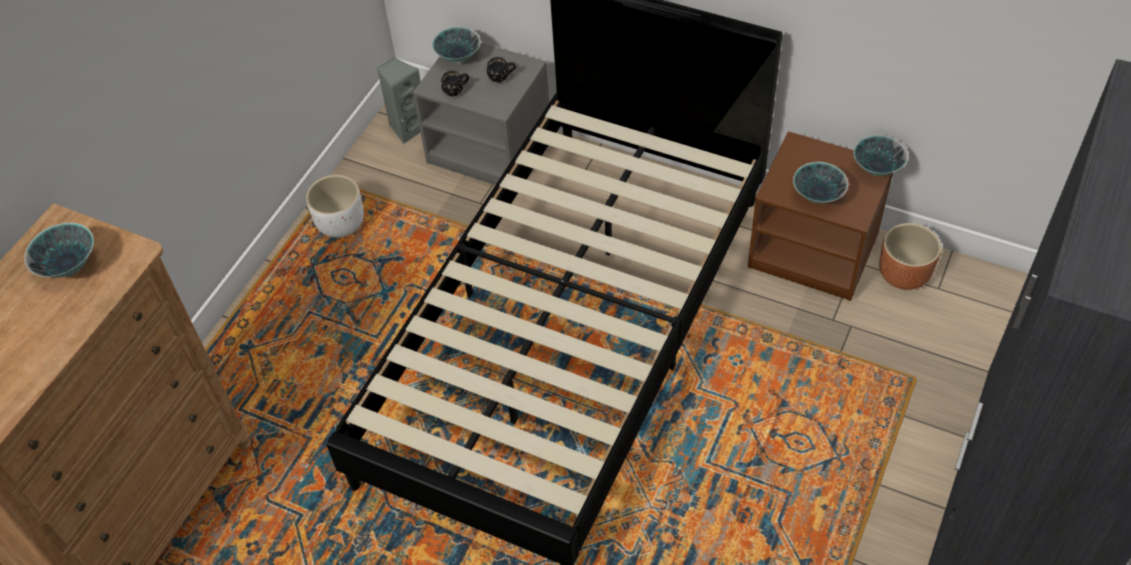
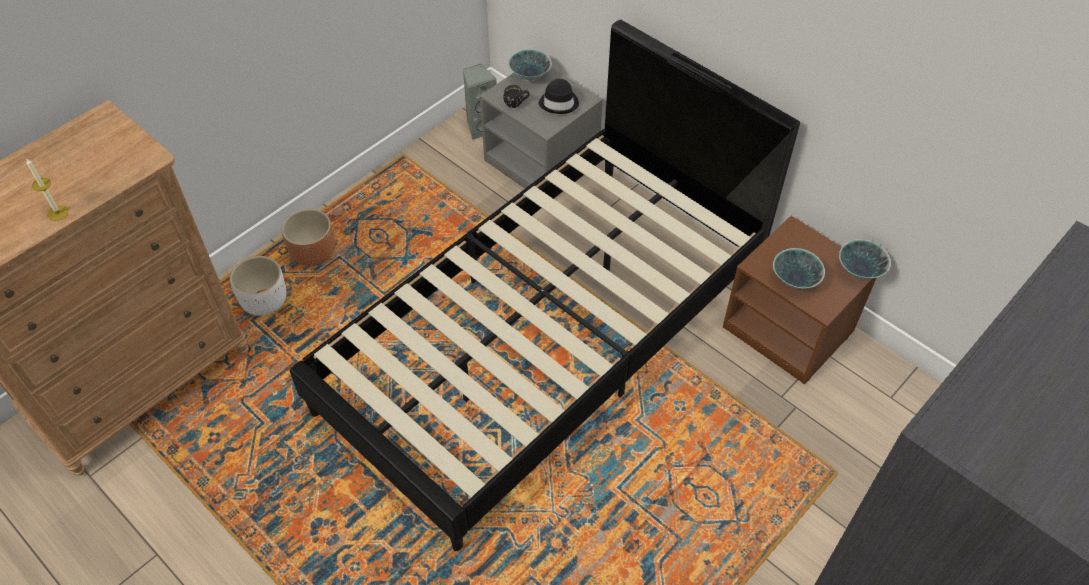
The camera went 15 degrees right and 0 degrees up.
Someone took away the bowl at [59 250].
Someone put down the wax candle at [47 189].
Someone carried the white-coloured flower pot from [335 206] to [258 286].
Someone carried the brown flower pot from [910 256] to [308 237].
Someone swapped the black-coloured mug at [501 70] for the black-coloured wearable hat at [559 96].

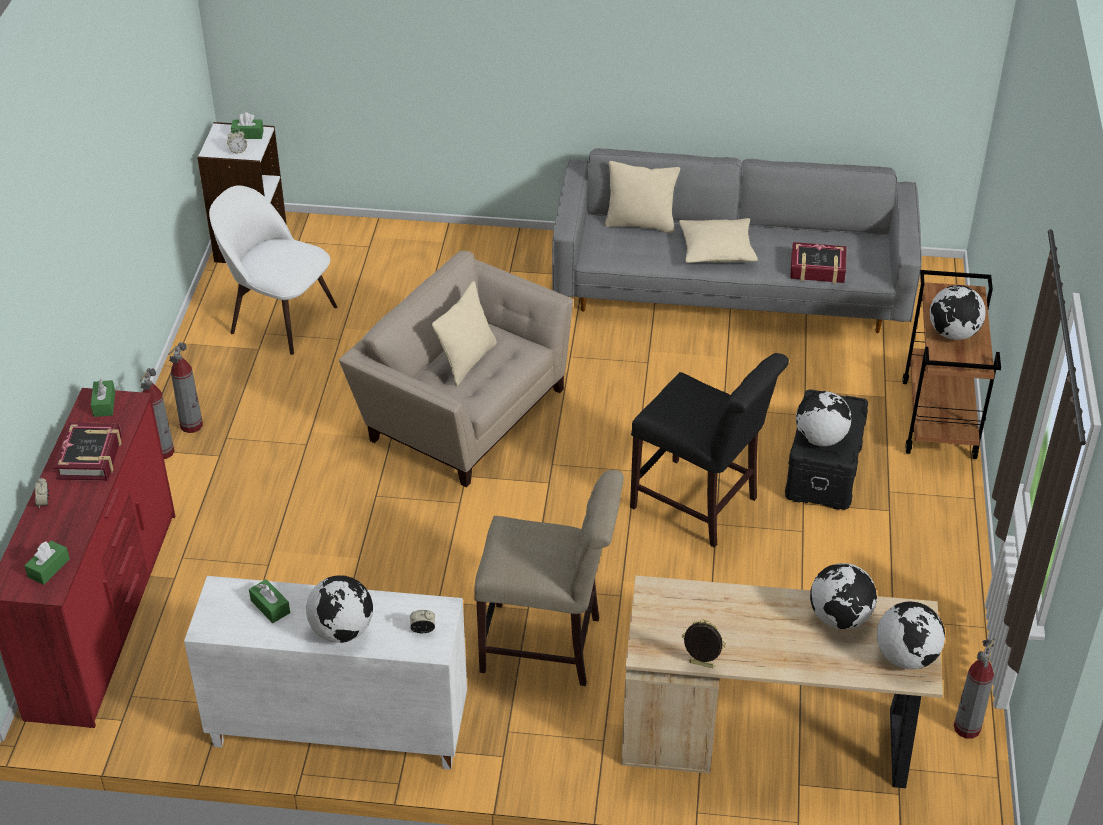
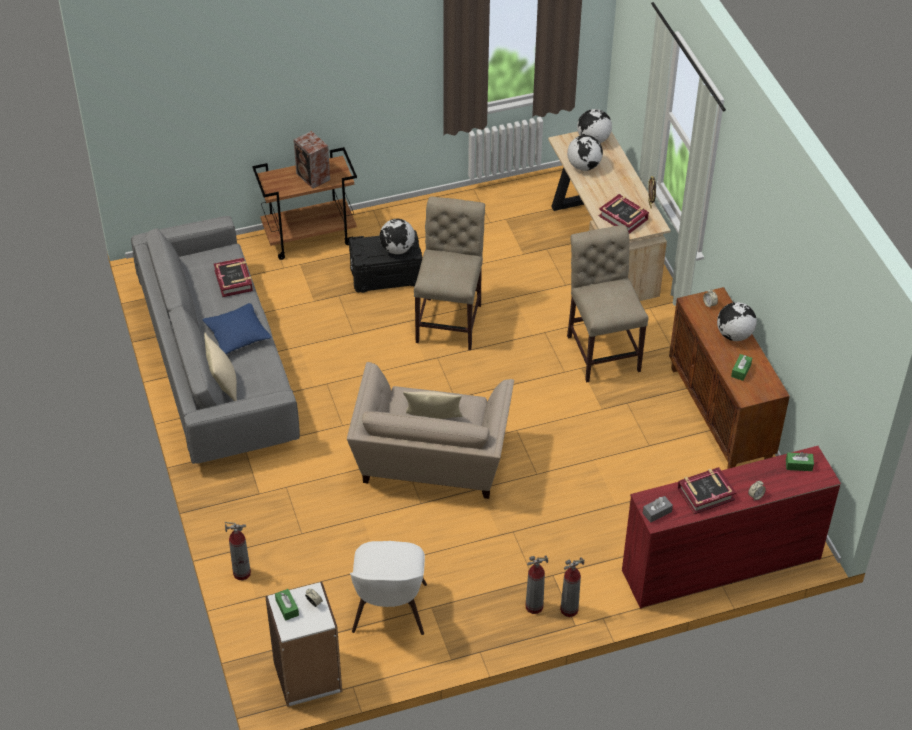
The camera went 115 degrees left and 5 degrees up.
Someone put down the volume at [624 214].
Someone carried the extinguisher from [975 688] to [238 551].
Someone swapped the desk globe at [958 312] for the audio speaker at [312 160].
Someone repainted the green-coloured tissue holder at [103 398], which became the grey tissue holder at [658 509].
Someone repainted the white-coloured cabinet at [325 673], which became the brown cabinet at [729 378].
Someone repainted the black-coloured upright chair at [709 450], which became the beige upright chair at [449 273].
Someone repainted the beige pillow at [718 240], which became the bluish pillow at [236 328].

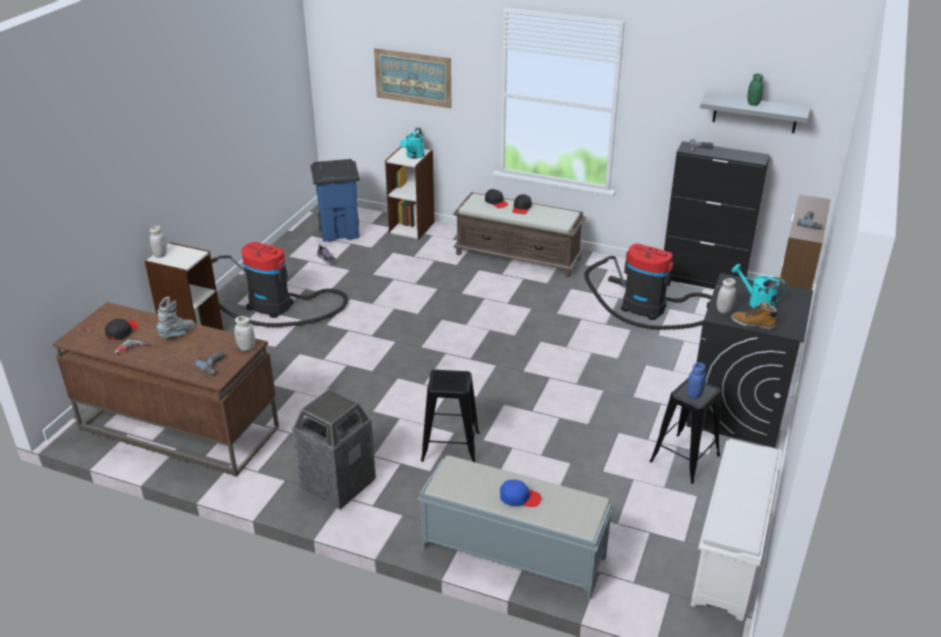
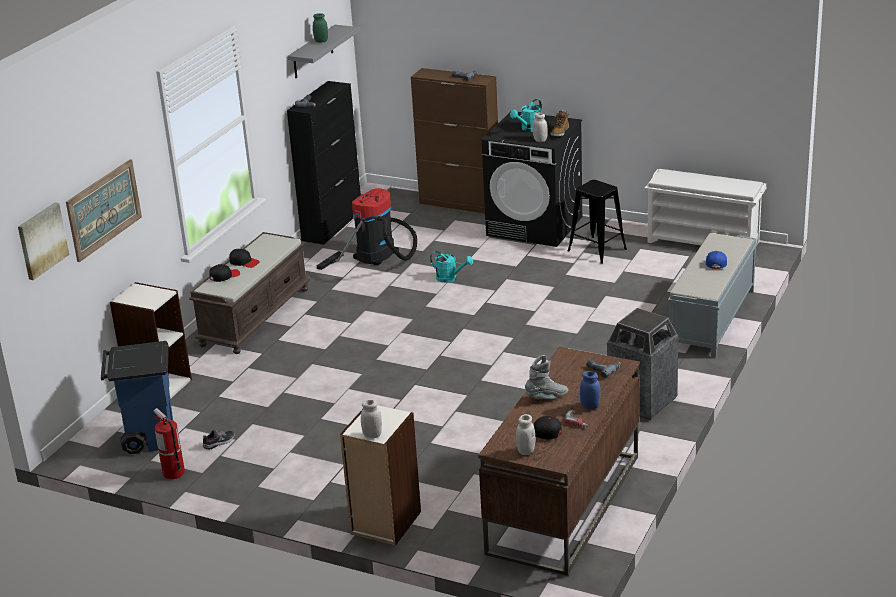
The camera went 85 degrees left and 5 degrees down.
Someone took away the vacuum at [279 284].
Someone took away the black-coloured stool seat at [450 416].
Someone put up the picture at [43 241].
Someone put down the extinguisher at [169 443].
Someone carried the white-coloured jar from [244 333] to [525 434].
Someone carried the blue-green watering pot from [412 143] to [451 267].
Someone carried the bluish jar from [696 380] to [590 390].
Someone rotated the grey boot at [176 317] by 120 degrees clockwise.

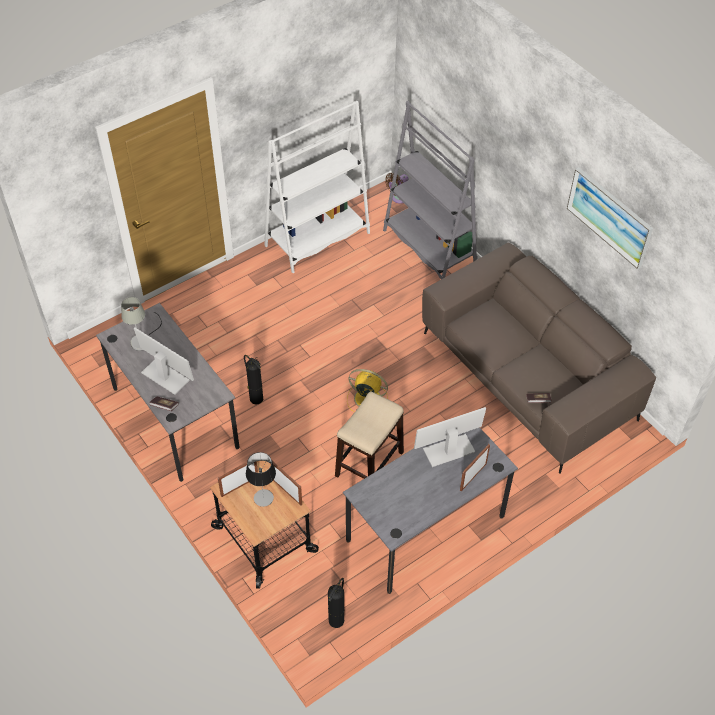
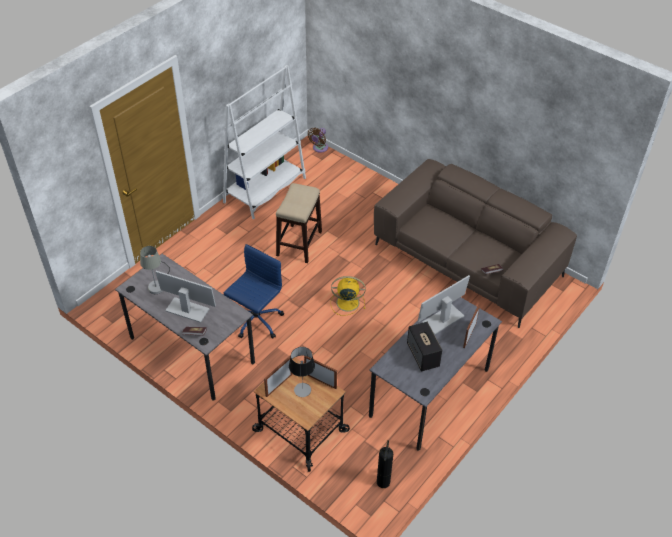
The camera went 15 degrees left and 5 degrees down.
Someone took away the grey bookcase at [430 190].
Someone took away the picture at [610 218].
Someone put down the audio speaker at [424 347].
Someone carried the stool seat from [369 435] to [299 223].
Someone swapped the extinguisher at [253 379] for the bluish computer chair at [254 291].

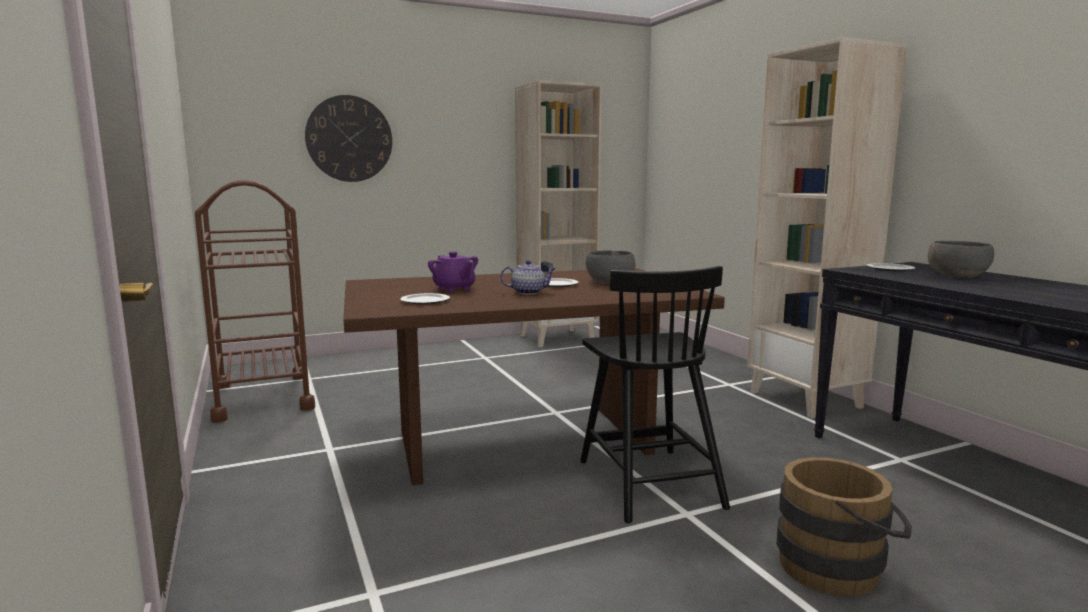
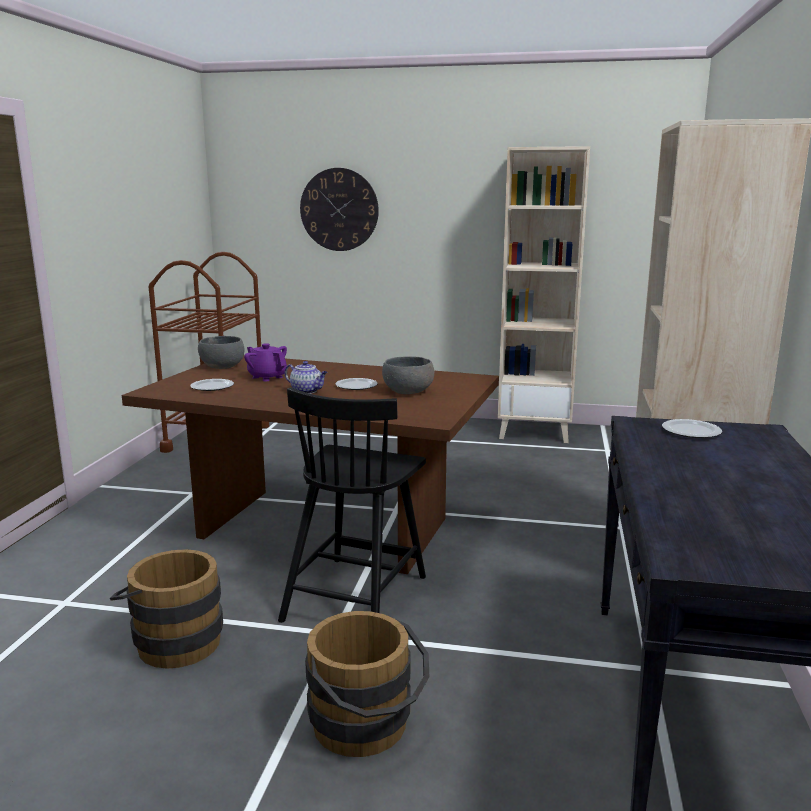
The camera went 35 degrees right and 5 degrees up.
Someone put down the brown bucket at [166 609].
Someone carried the grey bowl from [961 259] to [221 352].
Someone rotated the purple-coloured teapot at [453 272] by 135 degrees clockwise.

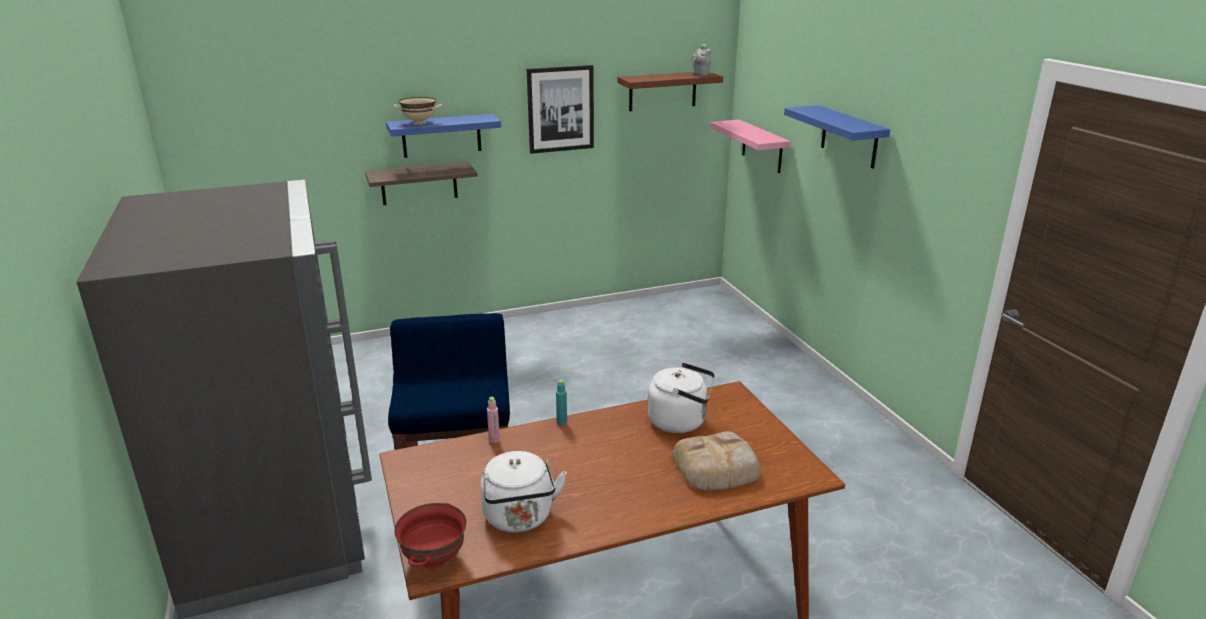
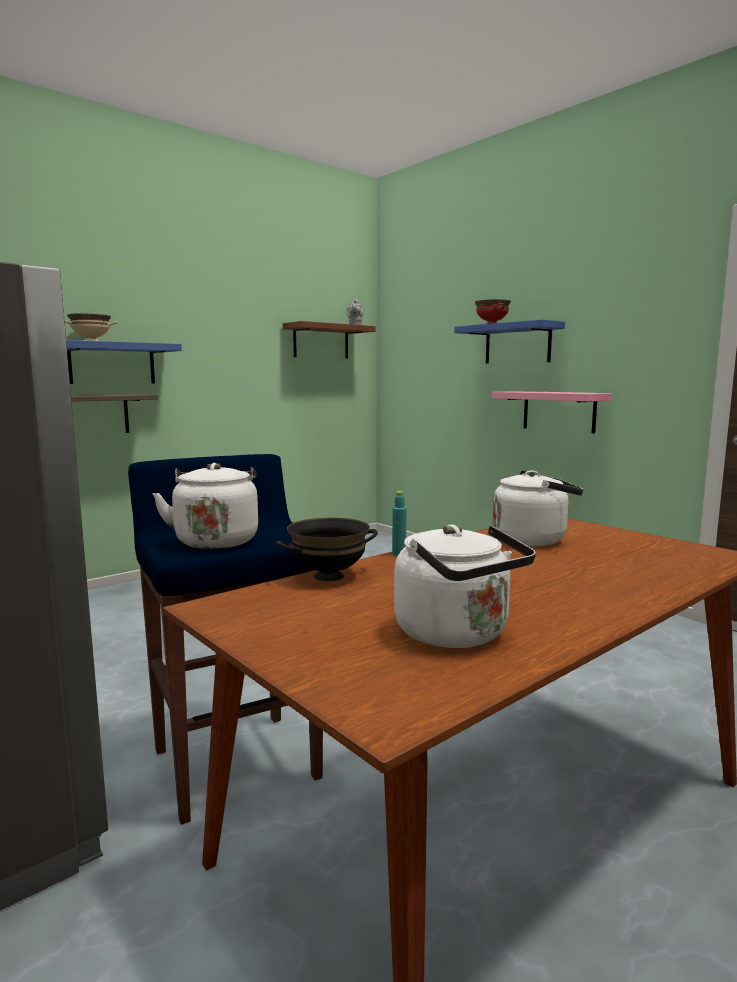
The camera went 20 degrees left and 15 degrees down.
Someone took away the picture at [560 109].
Someone took away the bread at [716 460].
Someone put down the white-coloured tea kettle at [205 506].
Someone carried the red bowl from [430 536] to [493 311].
Someone carried the pinkish bracket shelf from [750 146] to [552 412].
Someone swapped the pinkish beverage bottle at [493 420] for the black-coloured bowl at [327 549].

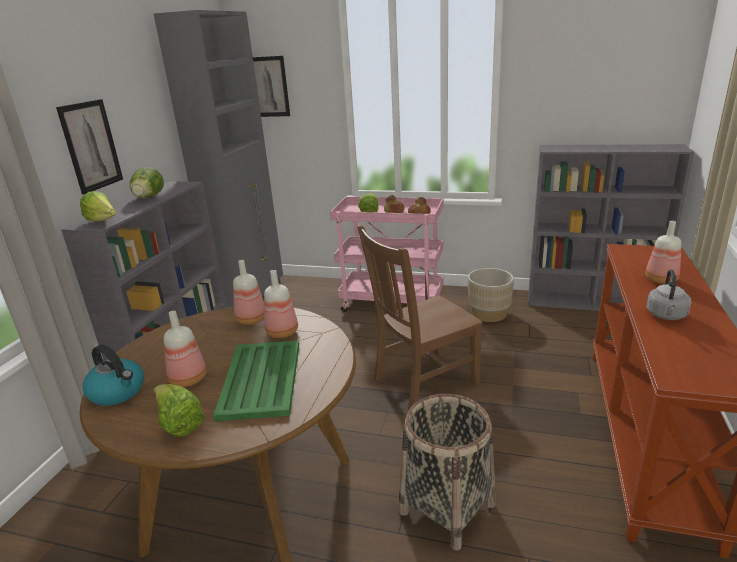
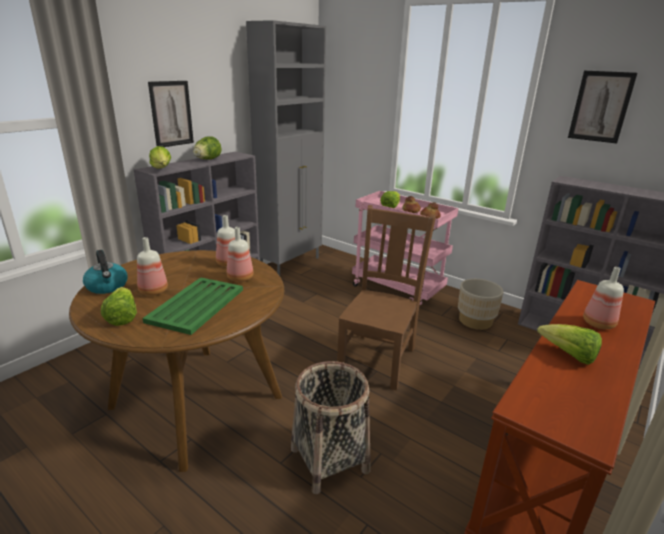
The camera went 20 degrees right and 0 degrees up.
Someone carried the picture from [271 86] to [602 107].
Someone swapped the grey tea kettle at [668 294] for the lettuce at [569 344].
Someone rotated the brown upright chair at [419 318] by 120 degrees clockwise.

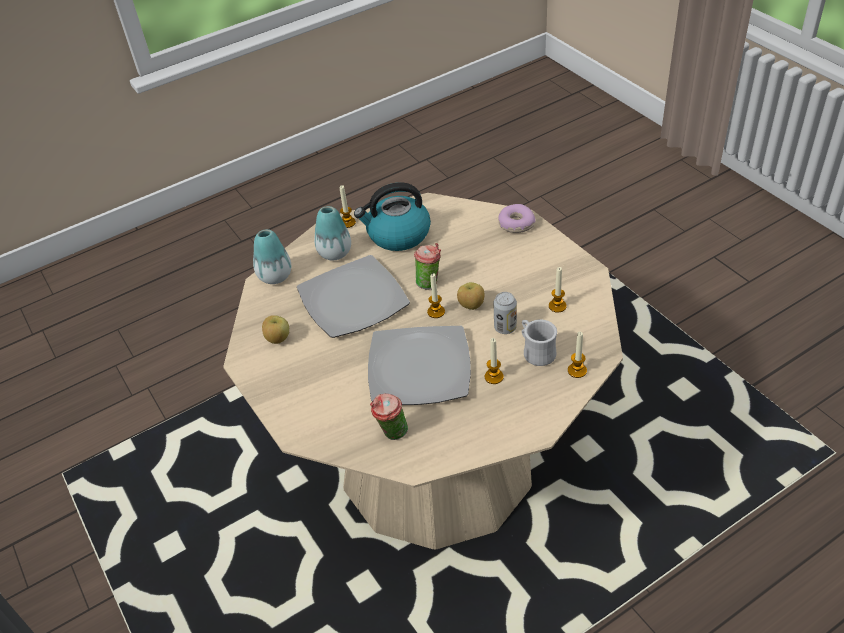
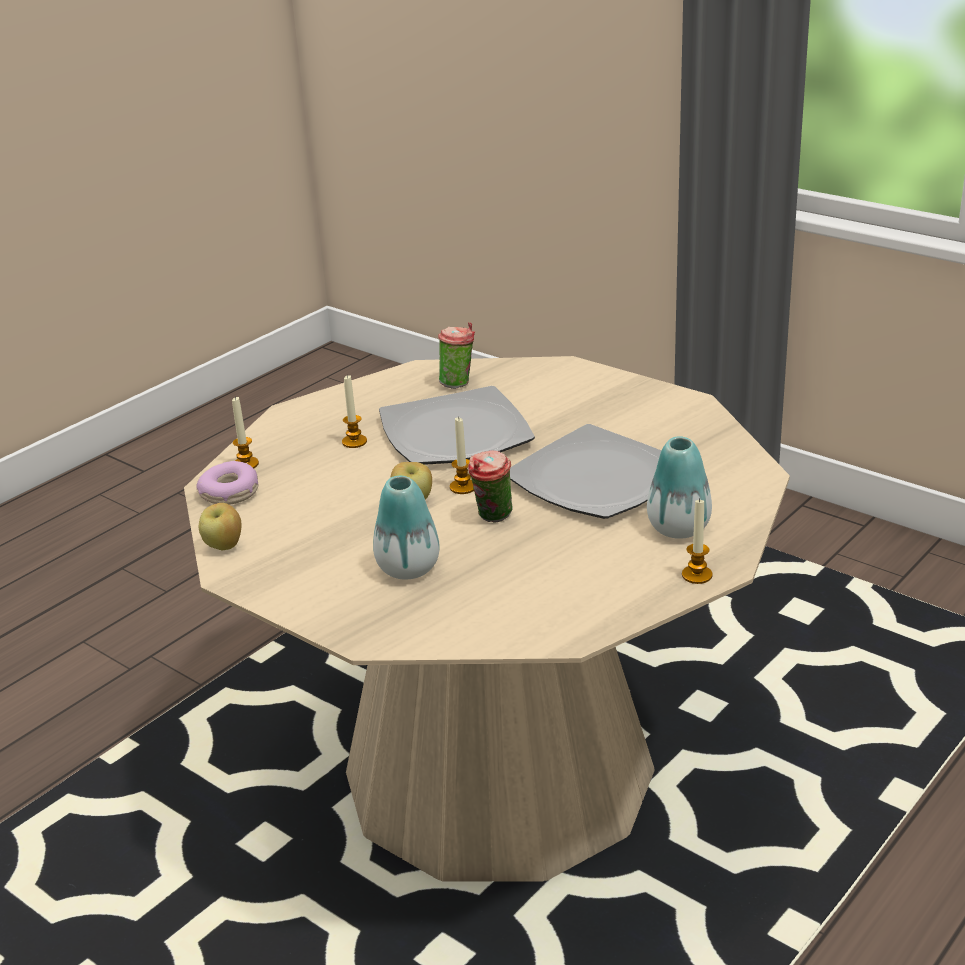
The camera went 160 degrees right and 15 degrees down.
Someone took away the tea kettle at [392 216].
Someone took away the can at [505 313].
Someone took away the white-coloured mug at [539 342].
Someone took away the wax candle at [558 290].
Someone carried the flower vase from [272 256] to [406 528].
Someone carried the apple fruit from [275 329] to [220 526].
Someone carried the doughnut from [517 218] to [227 483].

